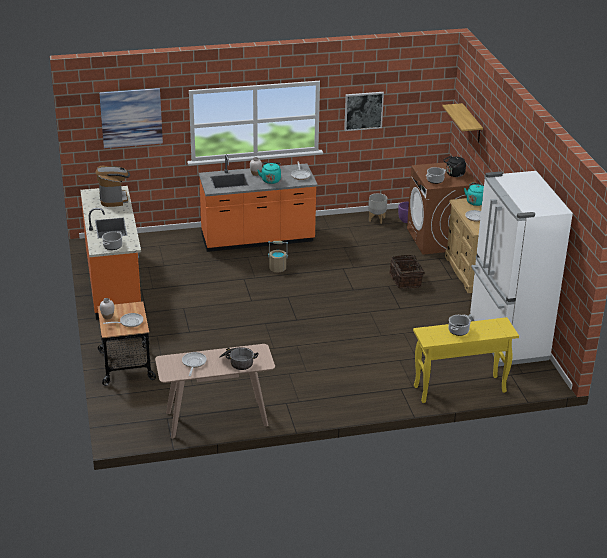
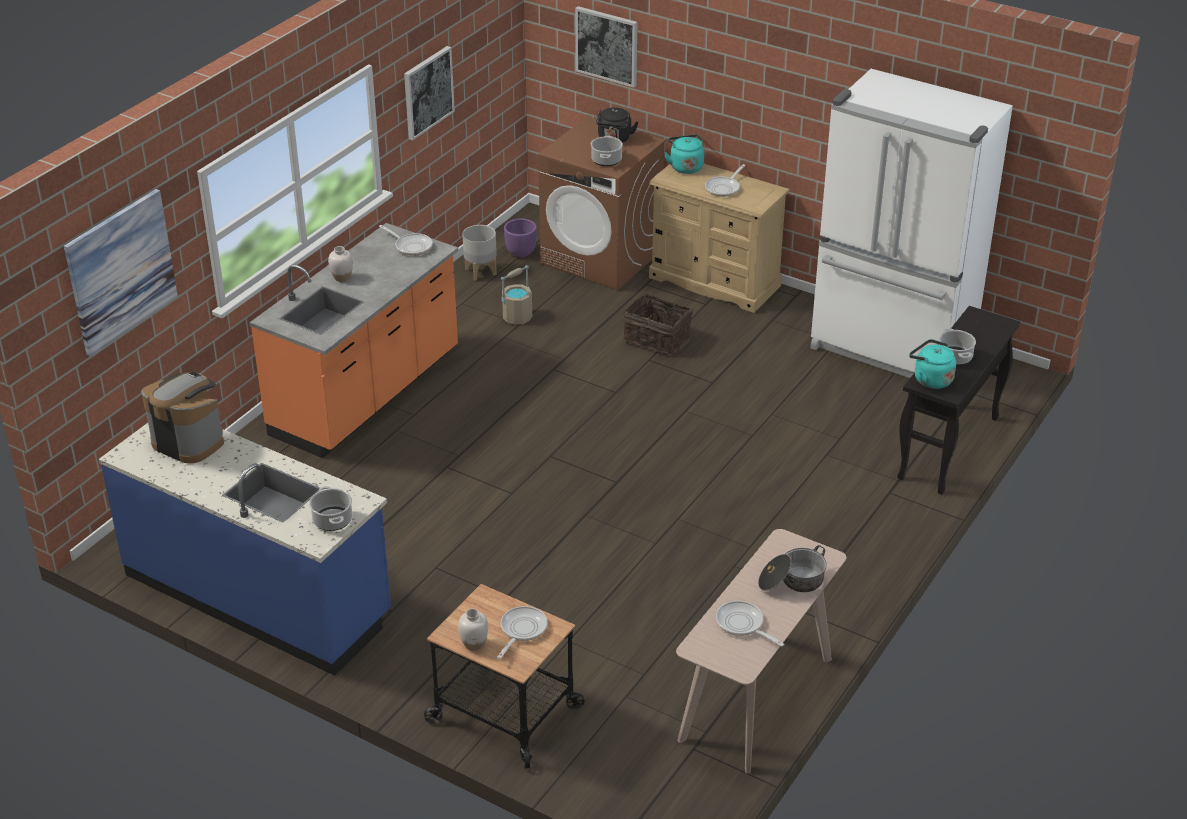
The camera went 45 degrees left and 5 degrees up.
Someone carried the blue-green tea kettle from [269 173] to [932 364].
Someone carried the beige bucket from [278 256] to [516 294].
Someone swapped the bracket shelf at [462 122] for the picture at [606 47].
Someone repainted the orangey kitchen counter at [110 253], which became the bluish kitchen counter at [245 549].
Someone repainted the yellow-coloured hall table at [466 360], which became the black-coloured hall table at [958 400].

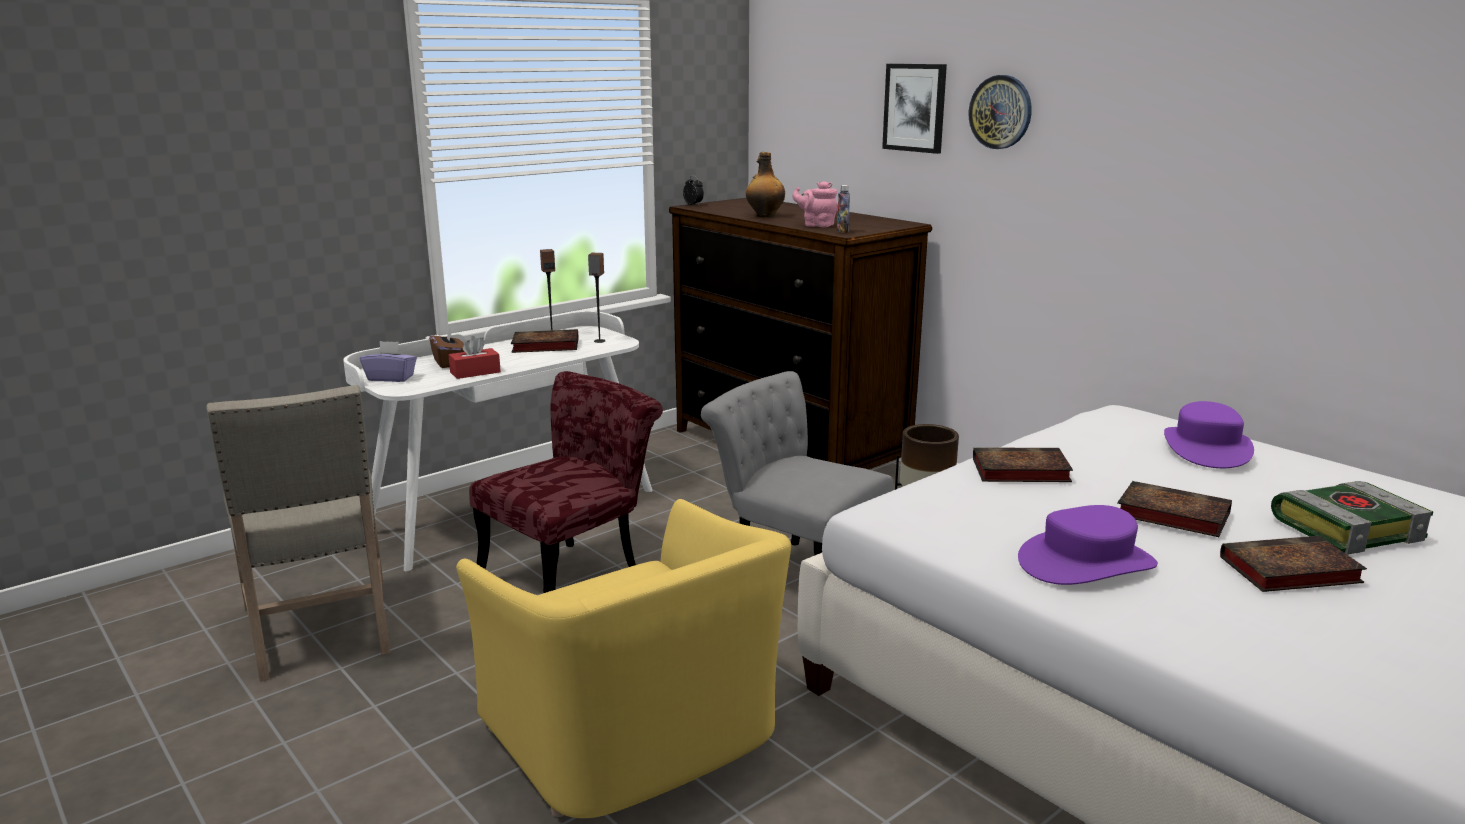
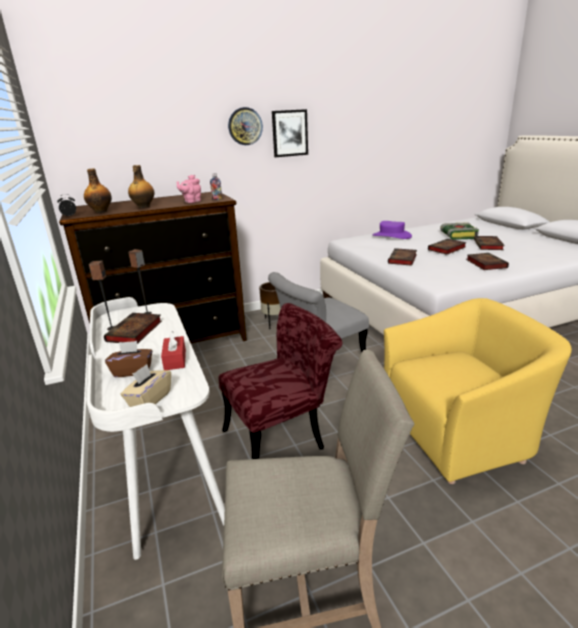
The camera went 70 degrees left and 5 degrees up.
Someone put down the beverage bottle at [98 190].
Someone carried the picture from [914 109] to [290 133].
Someone swapped the purple-coloured wearable hat at [1088 545] for the volume at [487 261].
Someone repainted the purple-coloured tissue holder at [388 361], which became the beige tissue holder at [145 385].
Someone rotated the red upright chair at [566 482] by 90 degrees clockwise.

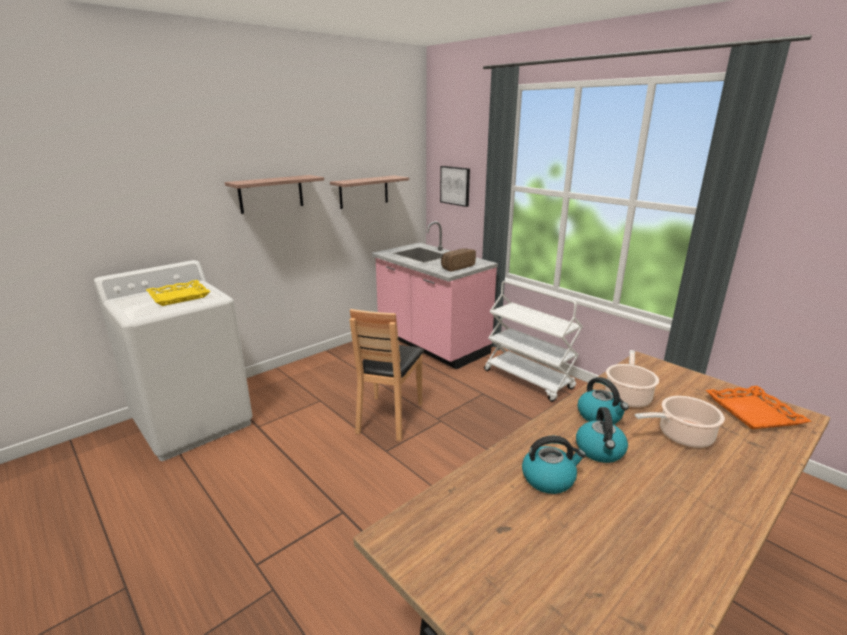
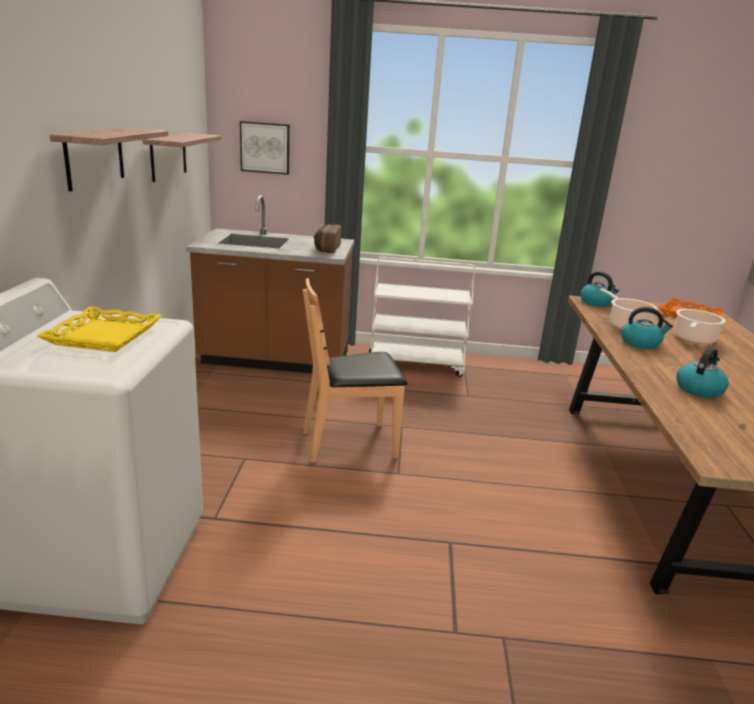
The camera went 45 degrees left and 0 degrees up.
Someone carried the tea kettle from [602 435] to [600 289].
Someone repainted the pinkish kitchen counter at [434 295], which became the brown kitchen counter at [270 284].
Someone rotated the brown upright chair at [387 375] by 105 degrees clockwise.

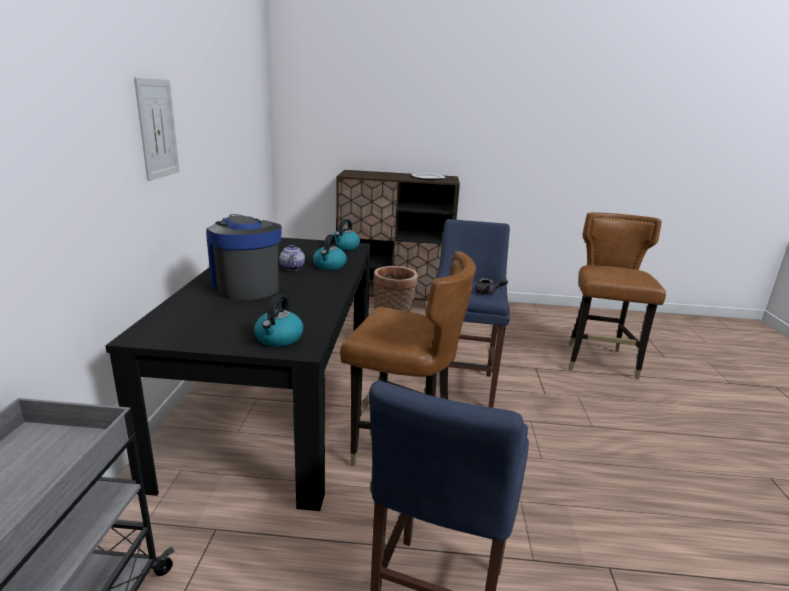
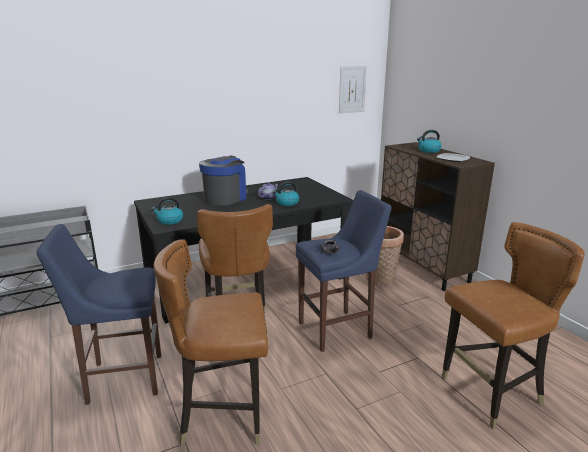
The camera went 60 degrees right and 0 degrees up.
Someone put down the brown upright chair at [211 342].
Someone carried the picture from [157 129] to [353 89].
Someone carried the tea kettle from [345 234] to [429 141].

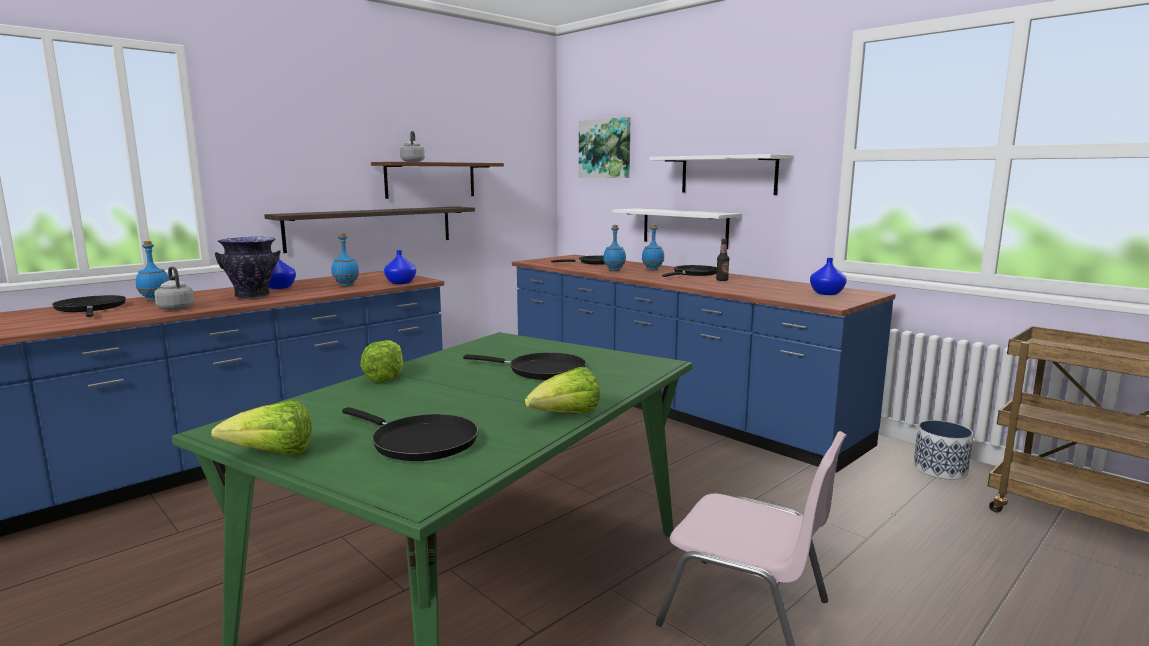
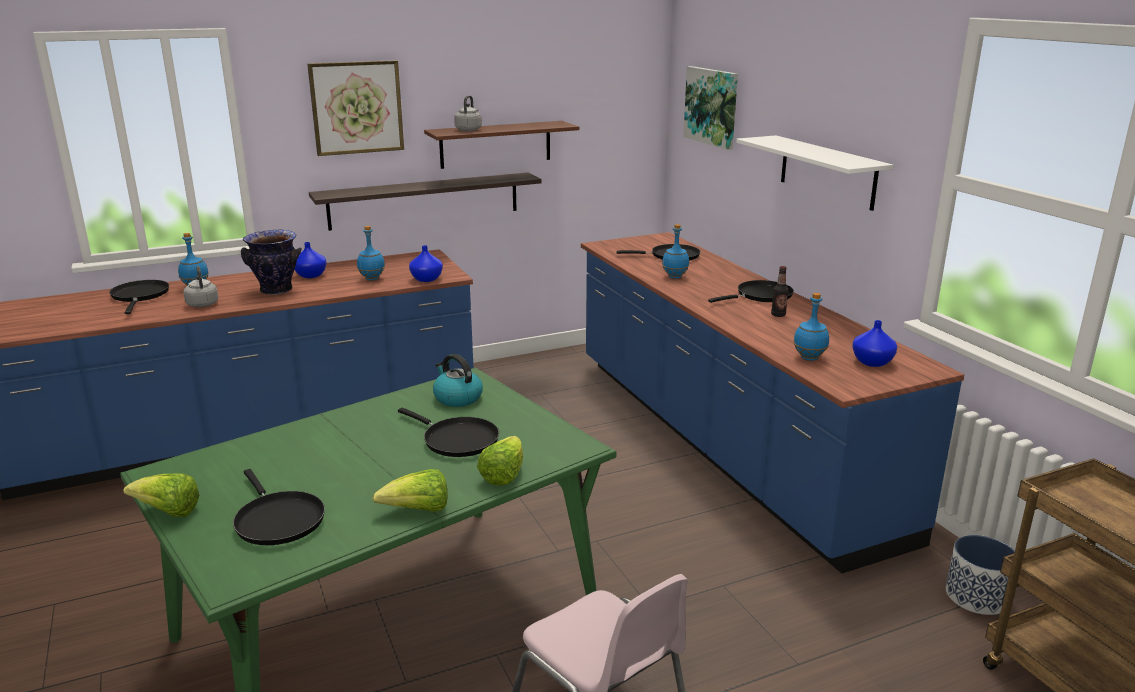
The camera went 20 degrees right and 10 degrees up.
Someone took away the white-coloured bracket shelf at [677 228].
Someone put up the picture at [355 108].
Someone put down the tea kettle at [458 380].
Someone carried the lettuce from [381 361] to [500 460].
Someone carried the bluish beverage bottle from [653 247] to [811 327].

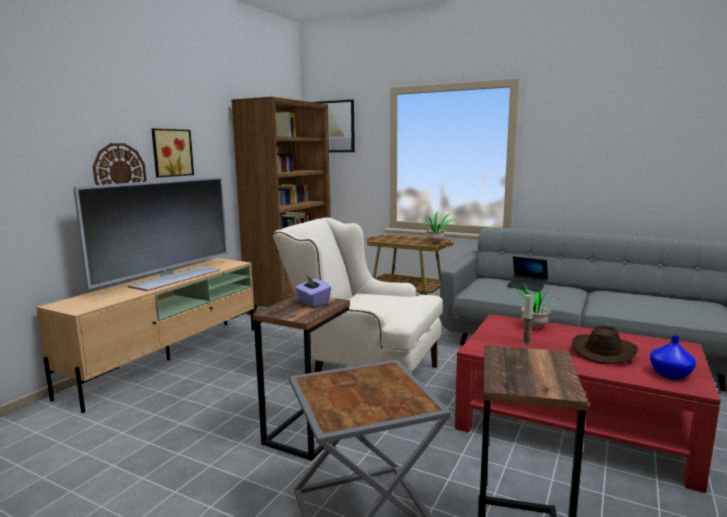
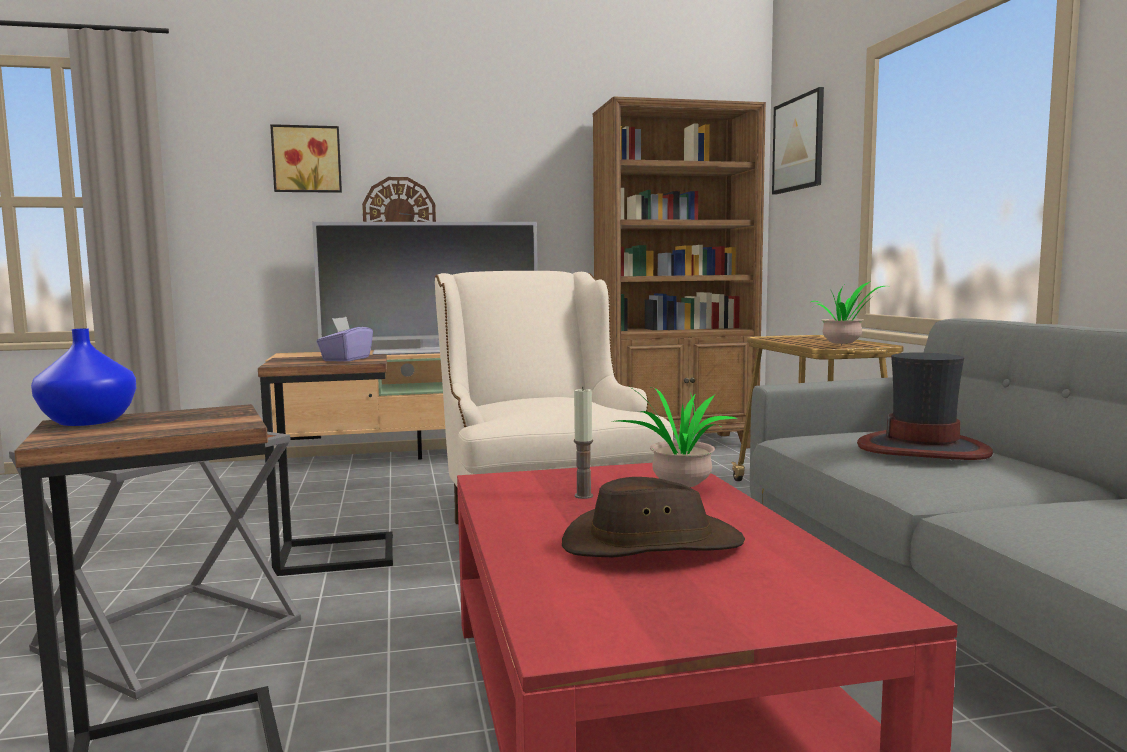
The camera went 50 degrees right and 5 degrees down.
Someone carried the picture from [173 153] to [306 158].
Someone carried the bluish flower vase from [673 357] to [83 377].
Someone swapped the portable computer at [527 274] for the wearable hat at [925 406].

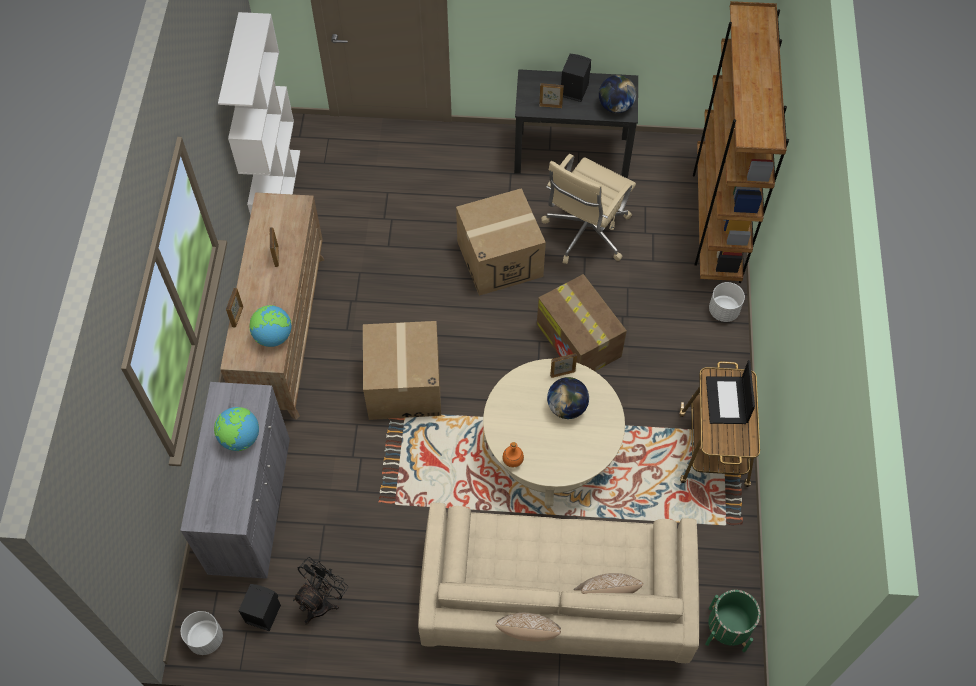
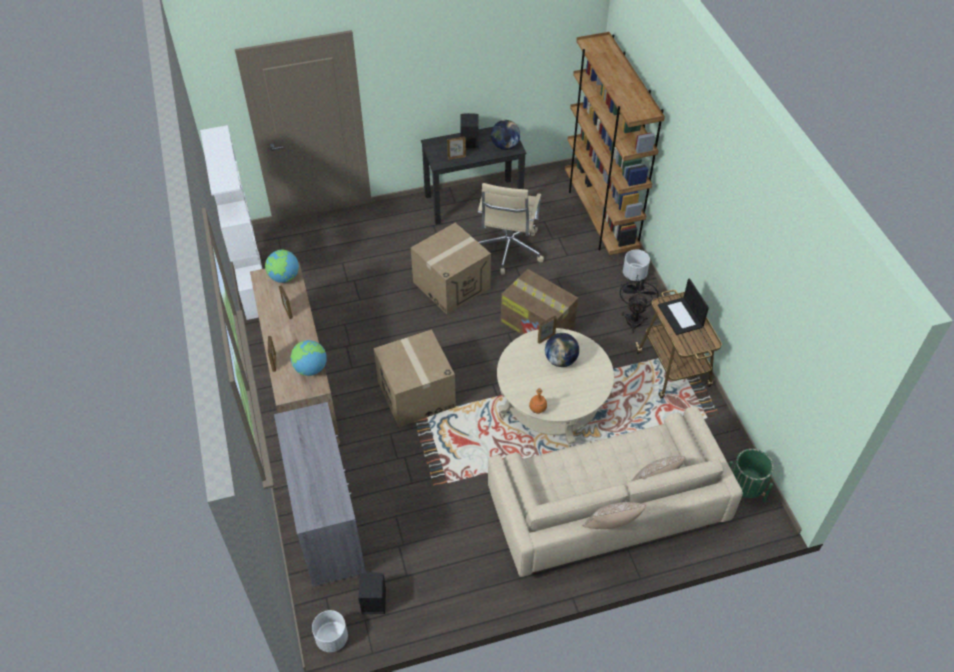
The camera went 20 degrees left and 10 degrees down.
Someone carried the desk globe from [236 429] to [282 266].
Someone carried the black-coloured electric fan from [320 591] to [639 304].

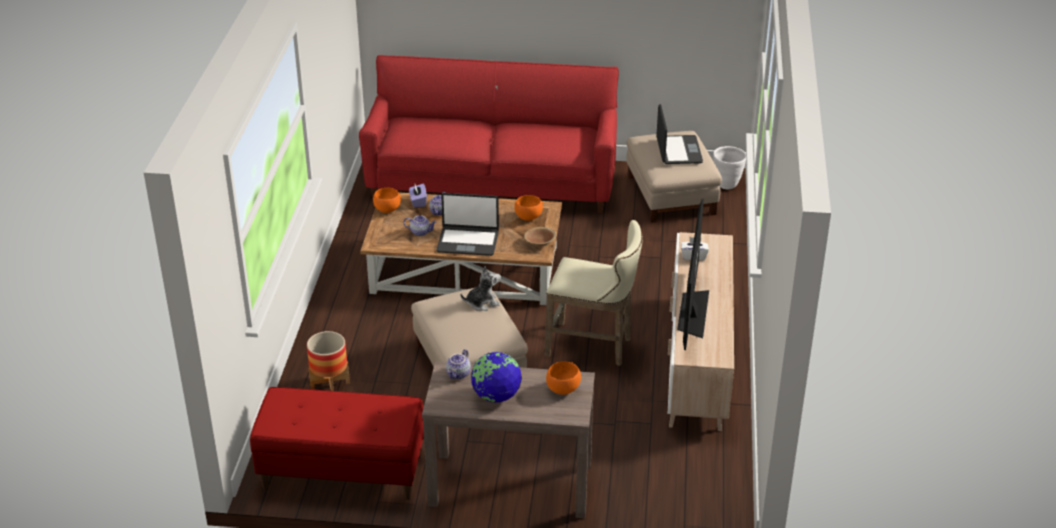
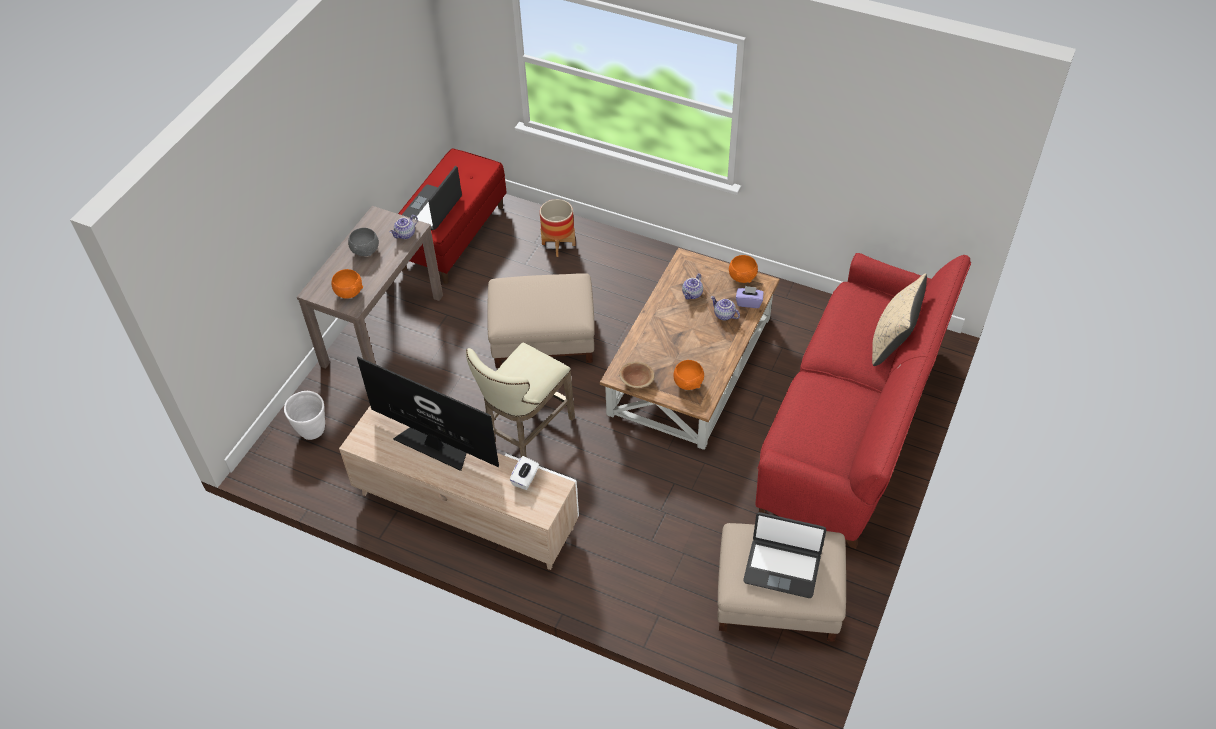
The camera went 110 degrees right and 15 degrees up.
Someone took away the soft toy at [481 288].
Someone put down the beige pillow at [899 320].
Someone carried the portable computer from [468 224] to [432 198].
Someone carried the white-coloured flower pot from [729 168] to [304 415].
Someone swapped the desk globe at [496 377] for the grey bowl at [363 242].
Someone rotated the teapot at [458 364] by 90 degrees counterclockwise.

